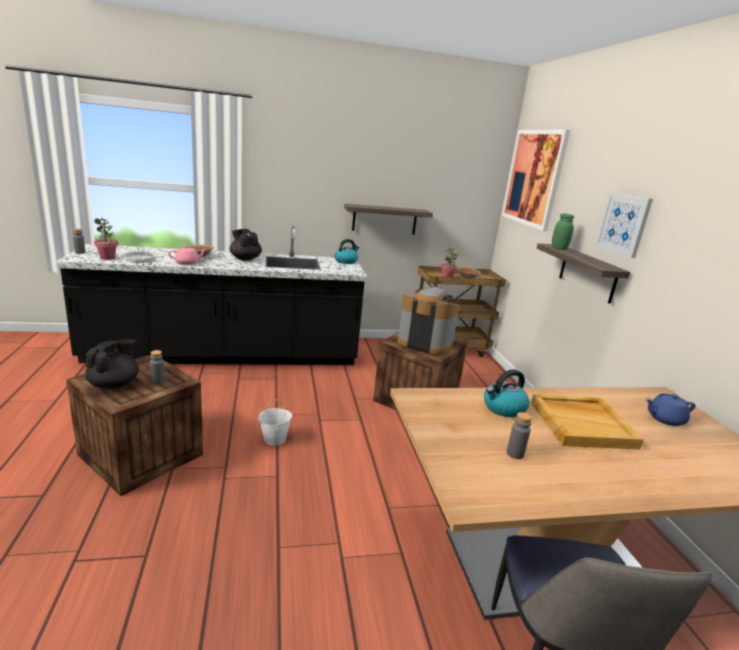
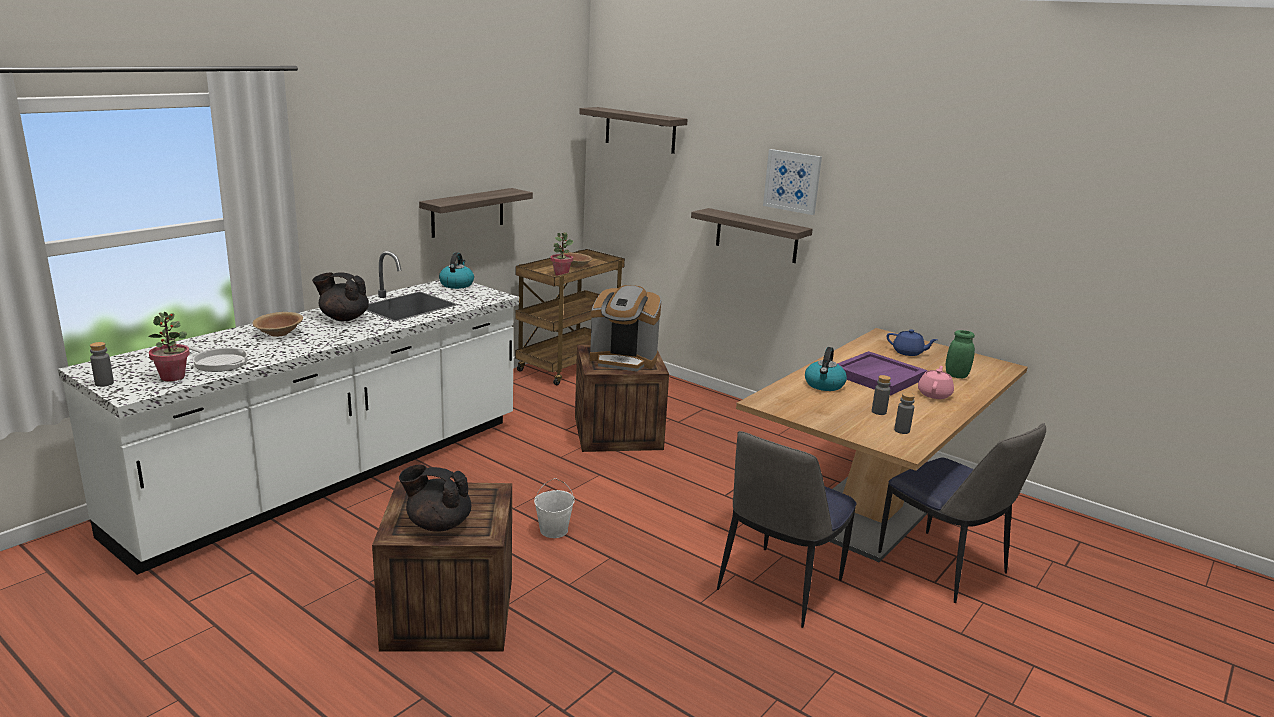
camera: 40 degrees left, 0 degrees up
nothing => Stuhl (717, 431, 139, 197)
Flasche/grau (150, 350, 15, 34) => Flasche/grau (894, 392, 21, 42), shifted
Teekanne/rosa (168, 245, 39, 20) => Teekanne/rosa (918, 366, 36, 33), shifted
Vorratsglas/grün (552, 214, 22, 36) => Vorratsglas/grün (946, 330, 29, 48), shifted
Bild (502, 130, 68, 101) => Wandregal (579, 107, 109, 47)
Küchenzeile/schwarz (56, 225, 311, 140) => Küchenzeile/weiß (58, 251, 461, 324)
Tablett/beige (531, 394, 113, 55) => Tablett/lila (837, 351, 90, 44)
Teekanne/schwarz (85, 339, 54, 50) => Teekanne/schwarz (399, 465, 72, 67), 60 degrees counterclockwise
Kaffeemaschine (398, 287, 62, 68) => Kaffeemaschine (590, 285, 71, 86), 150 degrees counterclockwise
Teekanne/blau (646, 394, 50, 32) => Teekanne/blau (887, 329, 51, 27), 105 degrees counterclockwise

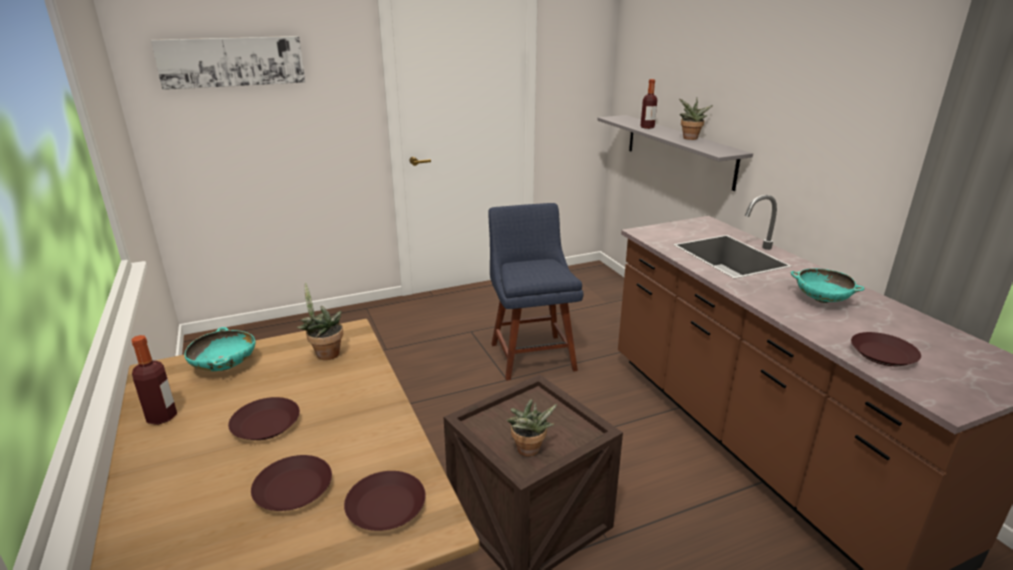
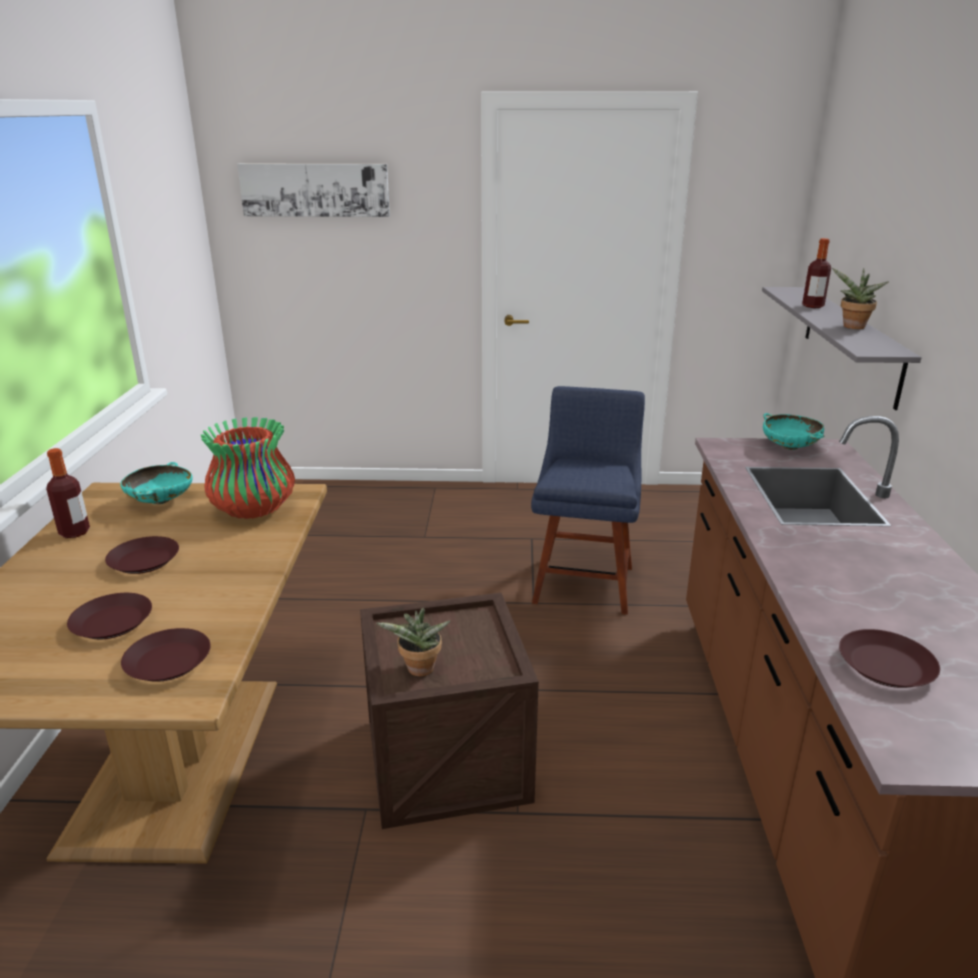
camera: 25 degrees right, 0 degrees up
Schüssel/türkis (790, 268, 75, 35) => Schüssel/türkis (763, 413, 61, 37), shifted
Topfpflanze (297, 282, 46, 78) => Vase (201, 417, 94, 102)

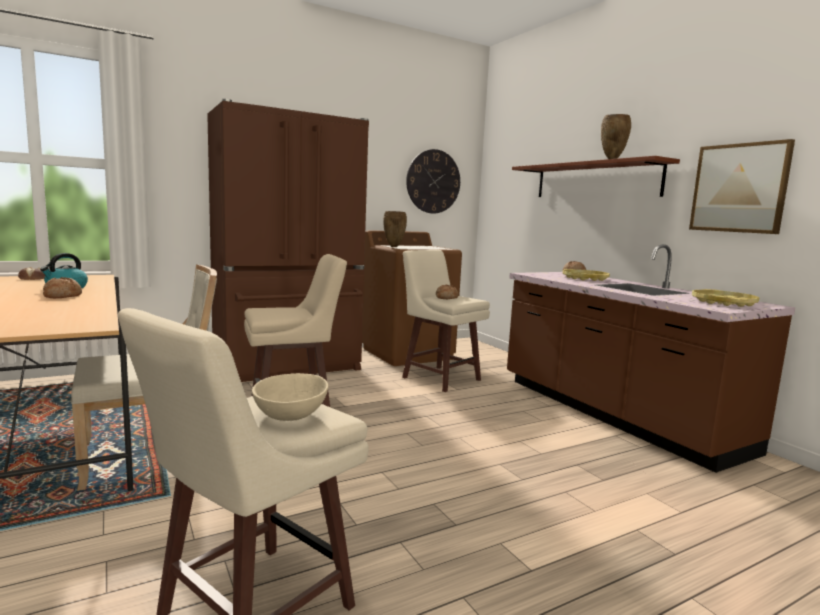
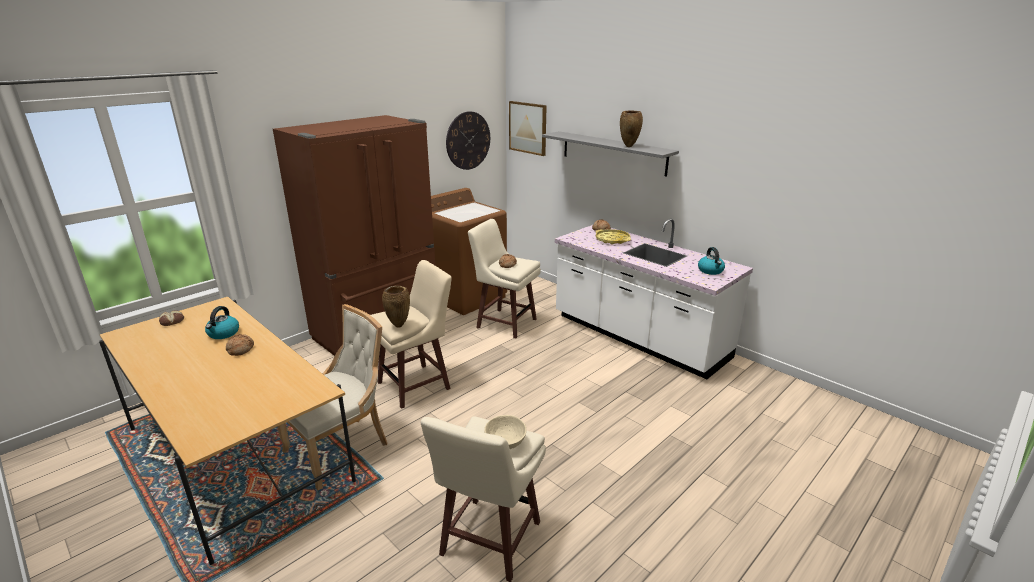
camera: 15 degrees left, 15 degrees up
Vase/braun (383, 211, 24, 36) => Vase/braun (382, 286, 28, 42), shifted
Bild (689, 139, 106, 95) => Bild (509, 101, 38, 55), shifted
Tablett/gelb (692, 289, 67, 18) => Wasserkessel (698, 247, 27, 28)
Küchenzeile/braun (507, 244, 288, 229) => Küchenzeile/weiß (555, 219, 198, 160)
Wandregal/braun (512, 156, 168, 41) => Wandregal/grau (542, 131, 137, 46)

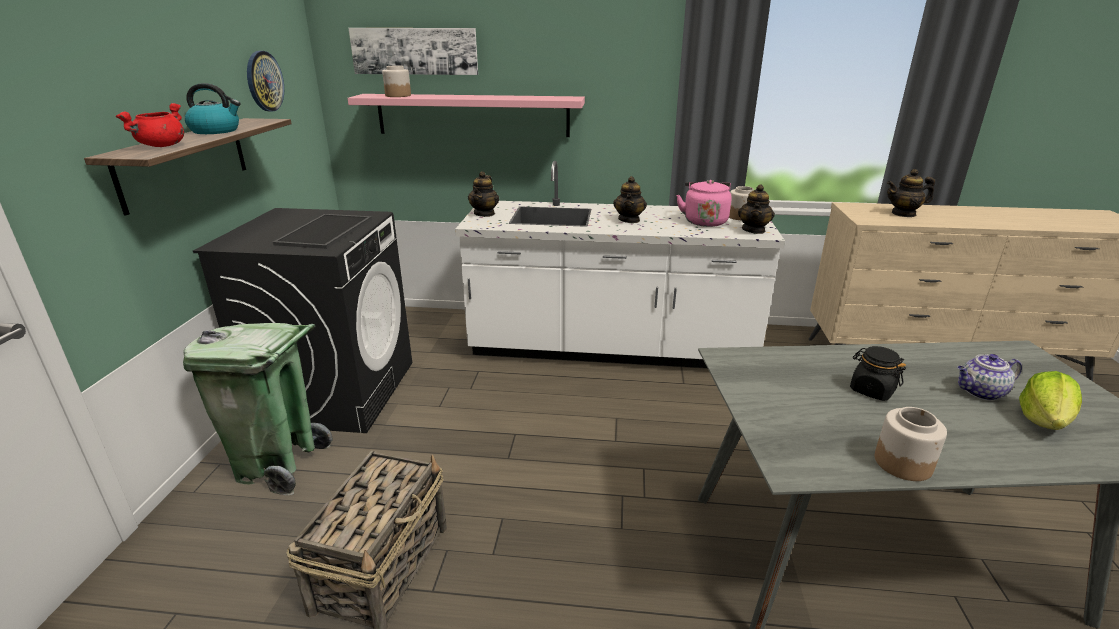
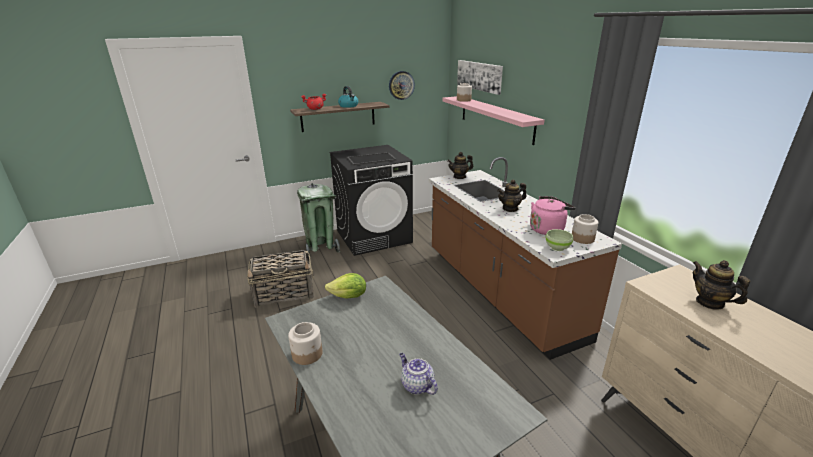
camera: 60 degrees right, 0 degrees up
Vorratsglas/schwarz (850, 346, 56, 55) => nothing
Salatkopf (1019, 371, 63, 59) => Salatkopf (325, 273, 41, 26), shifted
Teekanne (738, 184, 37, 50) => Schüssel/grün (545, 229, 28, 22)
Küchenzeile/weiß (455, 161, 330, 207) => Küchenzeile/braun (429, 157, 193, 203)

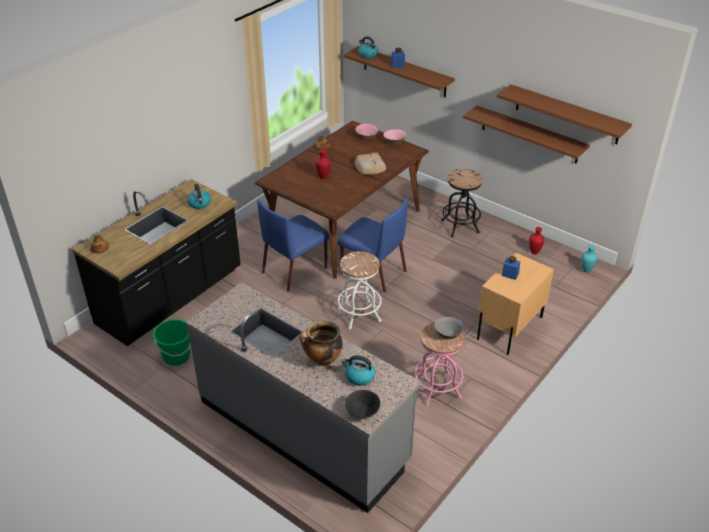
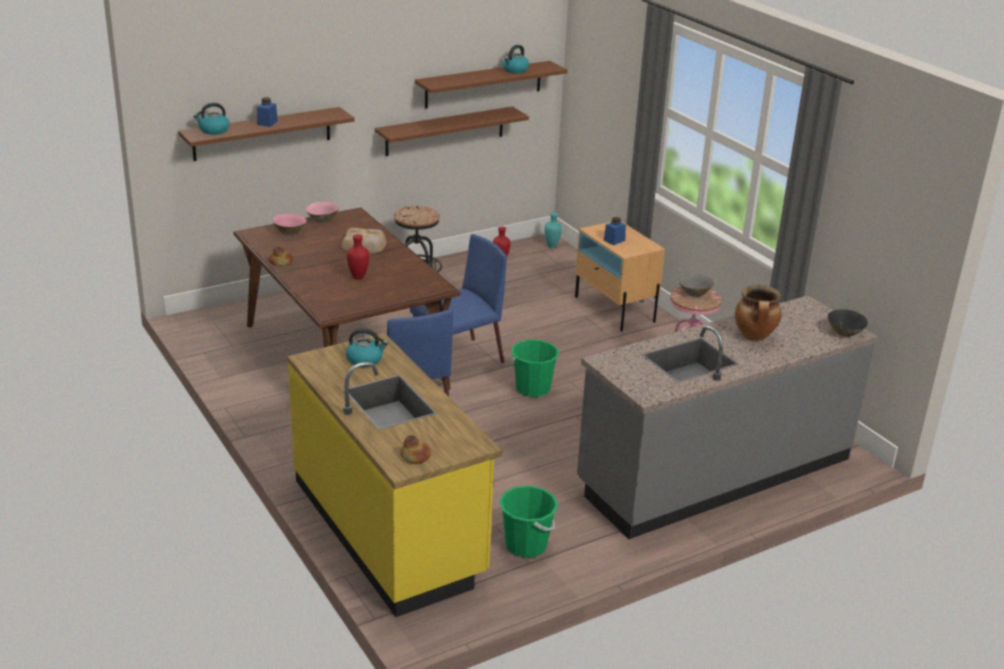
camera: 70 degrees left, 10 degrees down
Wasserkessel (342, 355, 33, 31) => Wasserkessel (503, 45, 26, 28), shifted
Hocker/weiß (338, 251, 44, 78) => Eimer/grün (510, 340, 49, 57)
Küchenzeile/schwarz (72, 179, 169, 167) => Küchenzeile/gelb (287, 333, 215, 284)

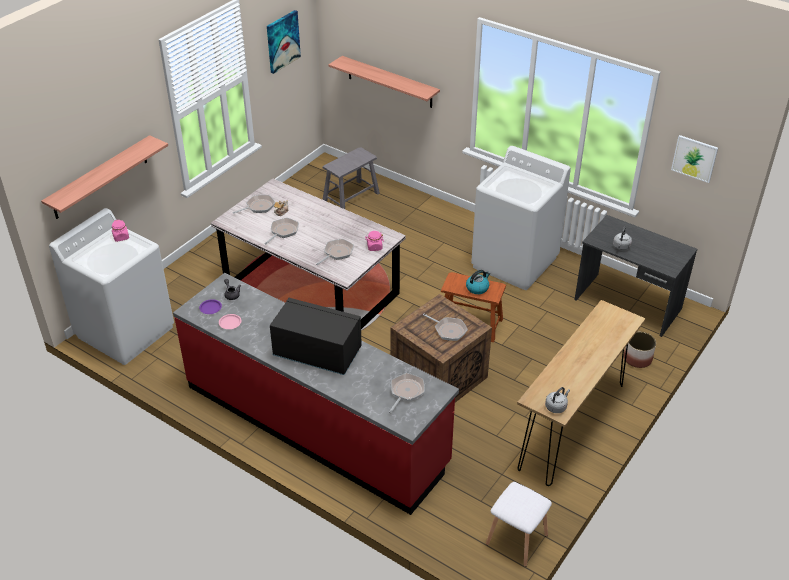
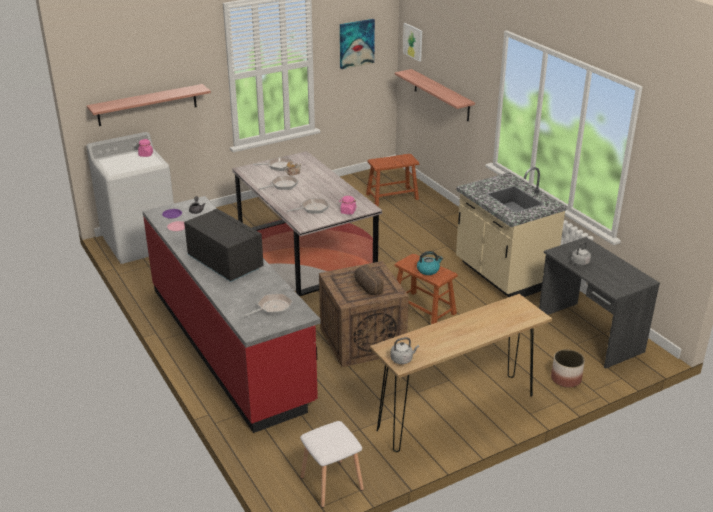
camera: 25 degrees right, 10 degrees down
Bild (671, 135, 47, 48) => Bild (403, 23, 19, 39), shifted
Pfanne (423, 314, 45, 27) => Brot (354, 265, 30, 30)
Waschmaschine/weiß (471, 146, 100, 144) => Küchenzeile/beige (456, 167, 111, 130)
Hocker/grau (322, 148, 58, 61) => Hocker/braun (366, 154, 53, 52)

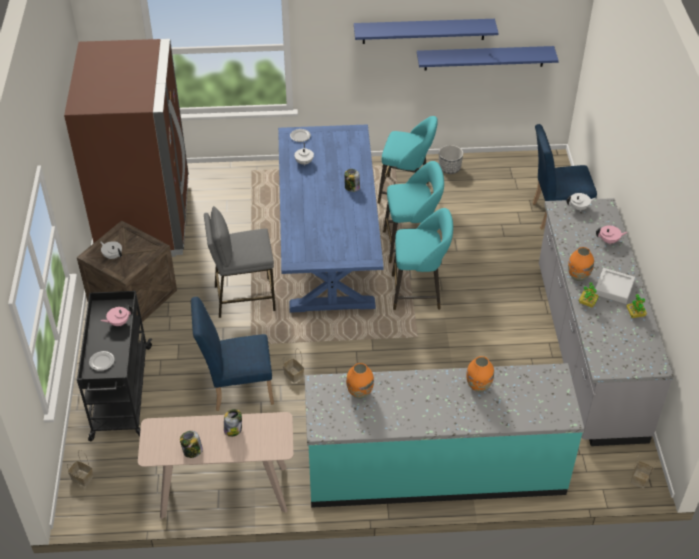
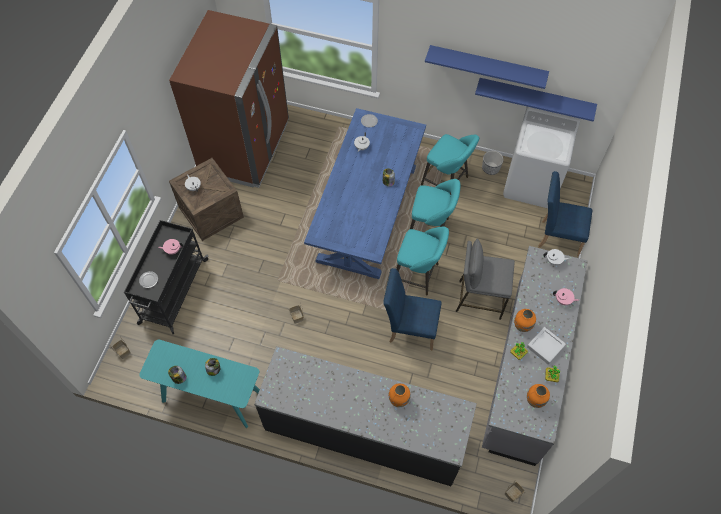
camera: 20 degrees right, 15 degrees up
nothing => Waschmaschine/weiß (503, 107, 78, 101)
Stuhl/blau (191, 297, 83, 114) => Stuhl/blau (383, 268, 59, 83), shifted
Hocker/grau (204, 206, 72, 112) => Hocker/grau (456, 239, 59, 81), shifted
Vase/orange (346, 363, 28, 36) => Vase/orange (527, 384, 23, 24), shifted
Konsolentisch/beige (138, 412, 155, 107) => Konsolentisch/türkis (139, 340, 121, 88)
Küchenzeile/türkis (305, 363, 280, 145) => Küchenzeile/schwarz (254, 346, 223, 140)

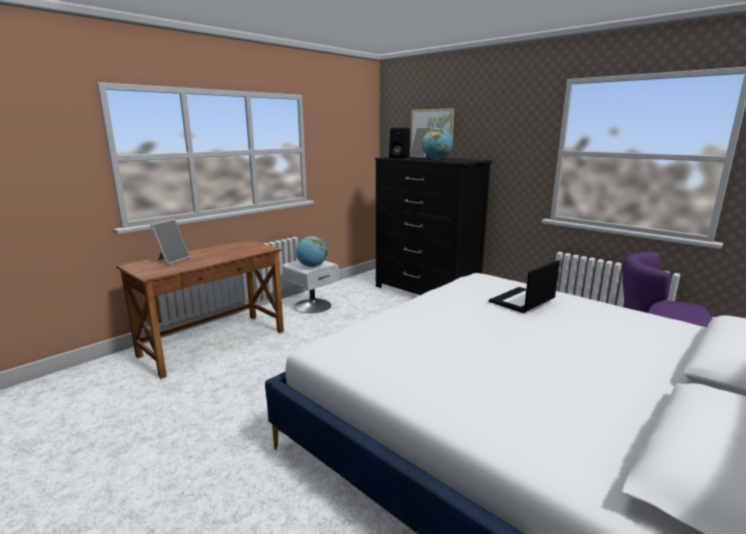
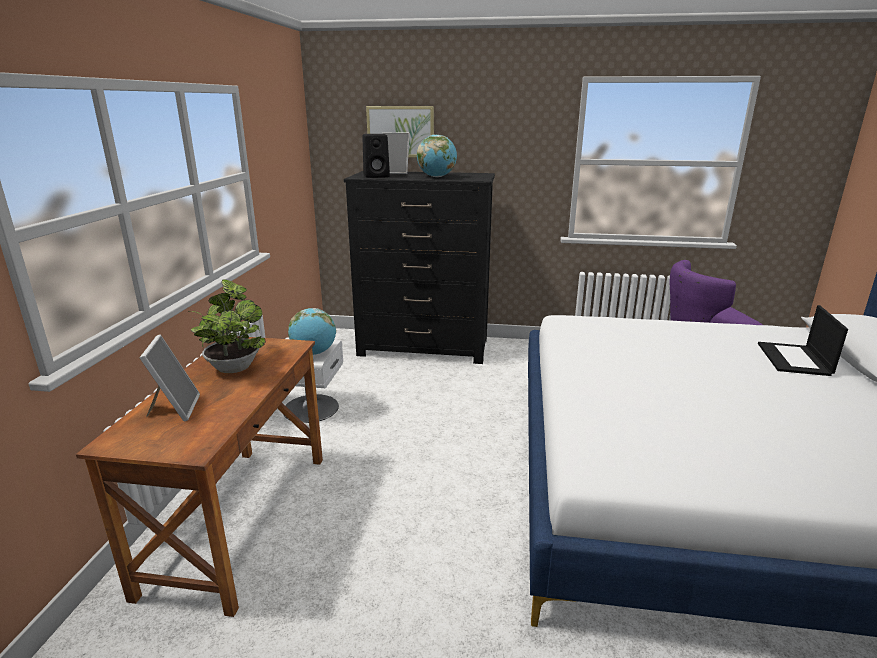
camera: 35 degrees left, 5 degrees up
nothing => Topfpflanze (188, 279, 77, 94)
Laptop (489, 260, 71, 53) => Laptop (758, 305, 90, 71), shifted

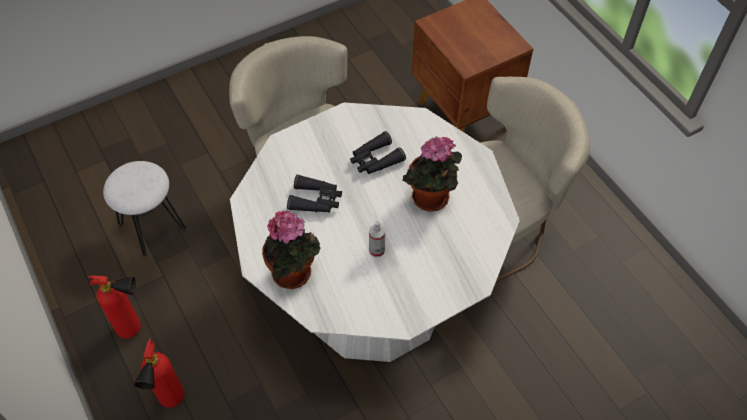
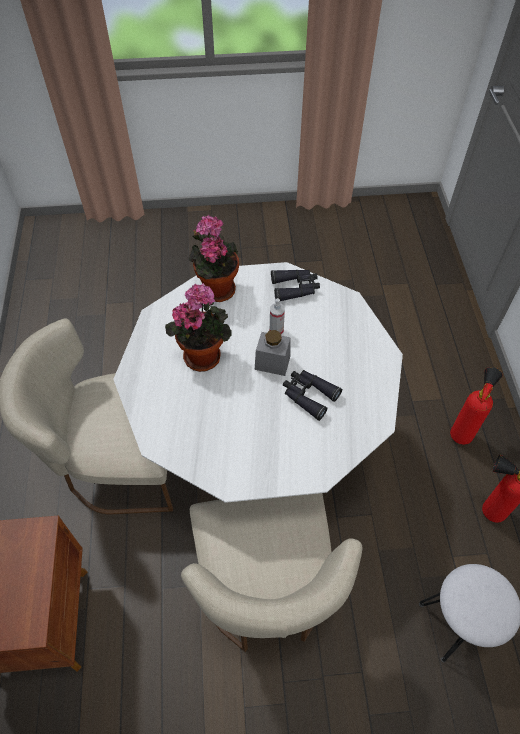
camera: 155 degrees left, 0 degrees up
nothing => Vorratsglas/grau (255, 330, 36, 46)
Topfpflanze (262, 210, 58, 79) => Topfpflanze (189, 215, 50, 87), shifted
Fernglas/schwarz (350, 131, 56, 43) => Fernglas/schwarz (271, 270, 49, 31), shifted

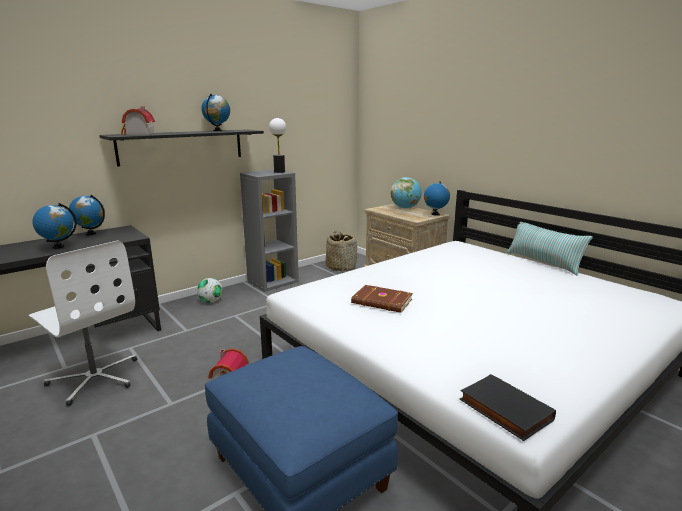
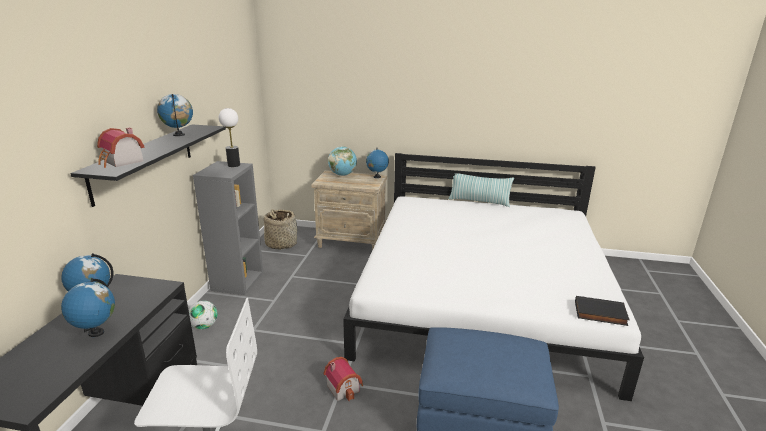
camera: 40 degrees left, 5 degrees up
Buch/braun (351, 285, 62, 28) => nothing

